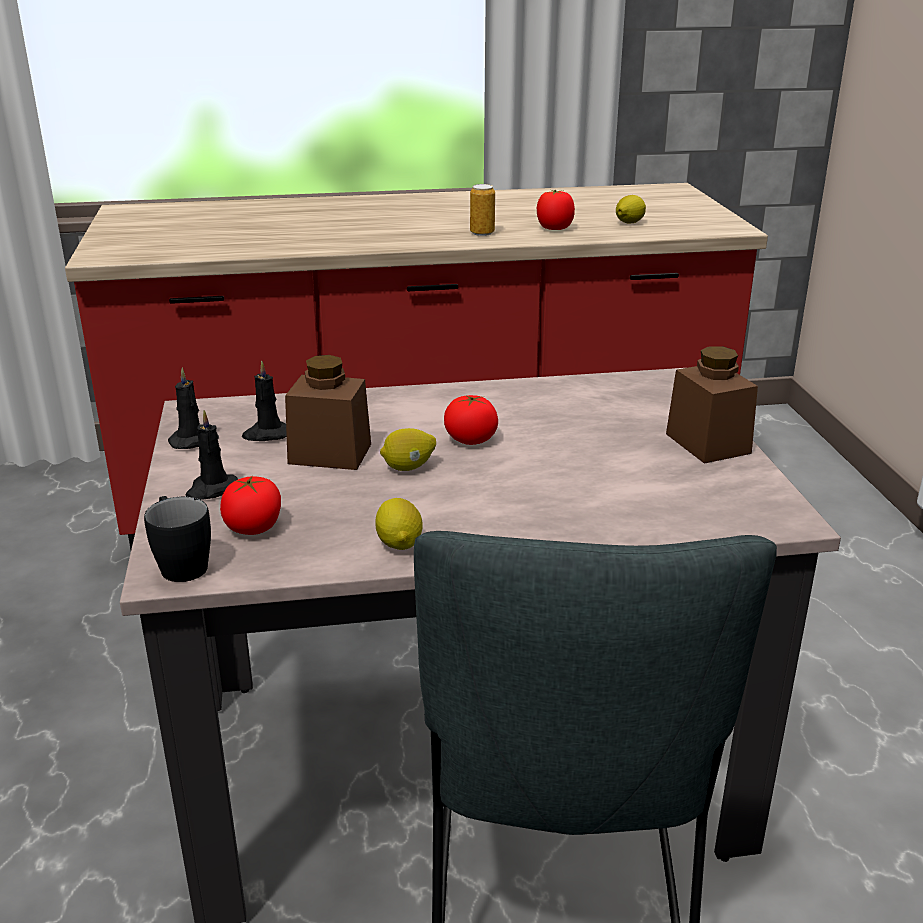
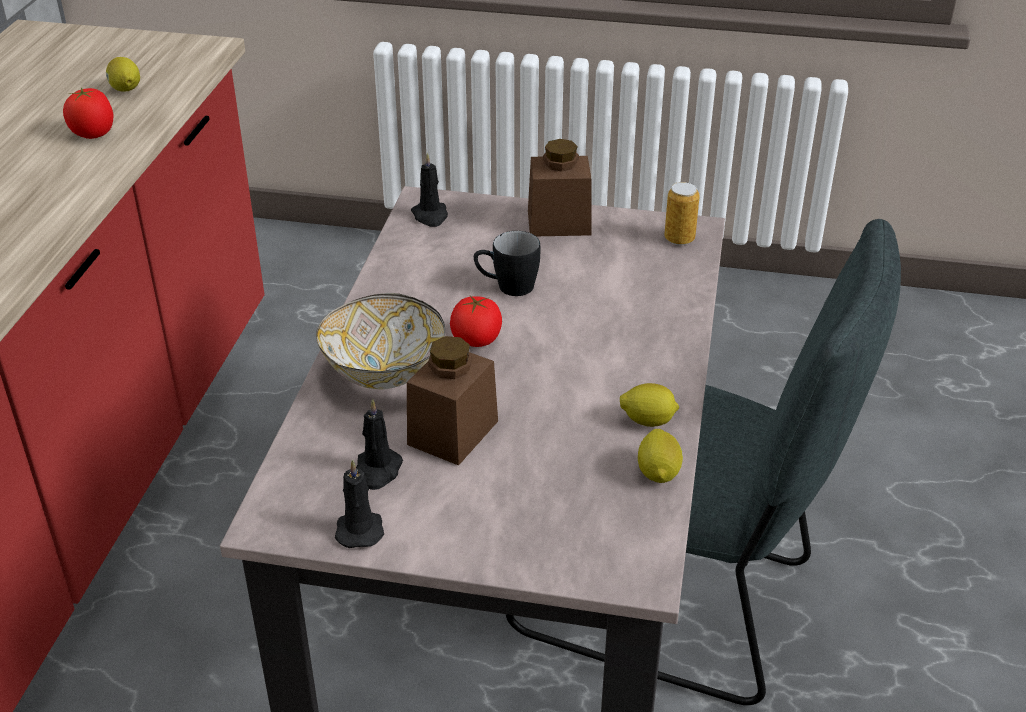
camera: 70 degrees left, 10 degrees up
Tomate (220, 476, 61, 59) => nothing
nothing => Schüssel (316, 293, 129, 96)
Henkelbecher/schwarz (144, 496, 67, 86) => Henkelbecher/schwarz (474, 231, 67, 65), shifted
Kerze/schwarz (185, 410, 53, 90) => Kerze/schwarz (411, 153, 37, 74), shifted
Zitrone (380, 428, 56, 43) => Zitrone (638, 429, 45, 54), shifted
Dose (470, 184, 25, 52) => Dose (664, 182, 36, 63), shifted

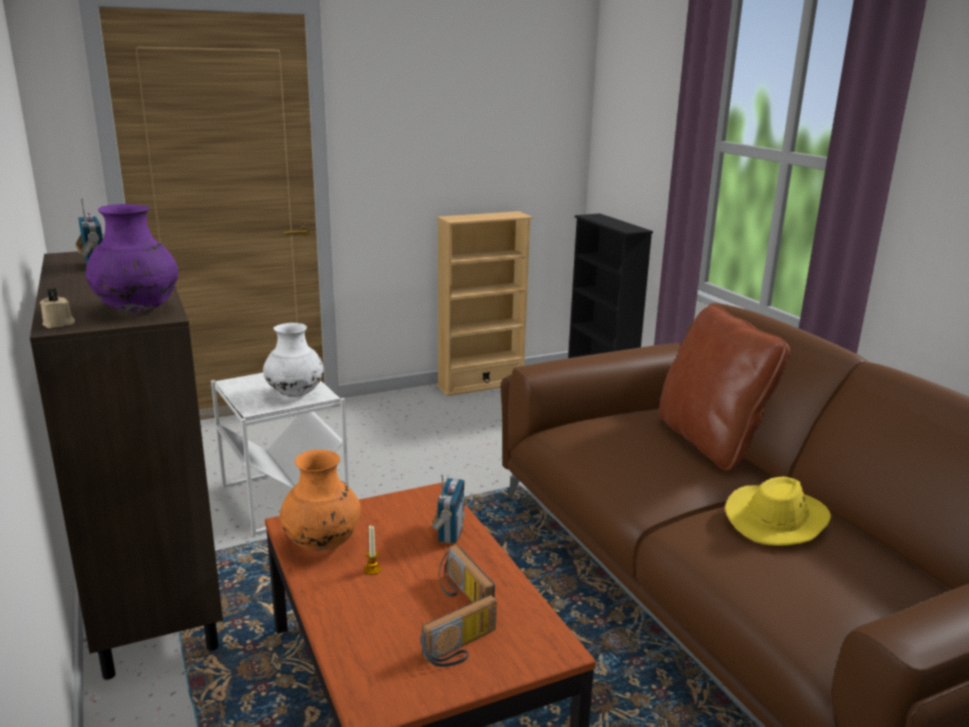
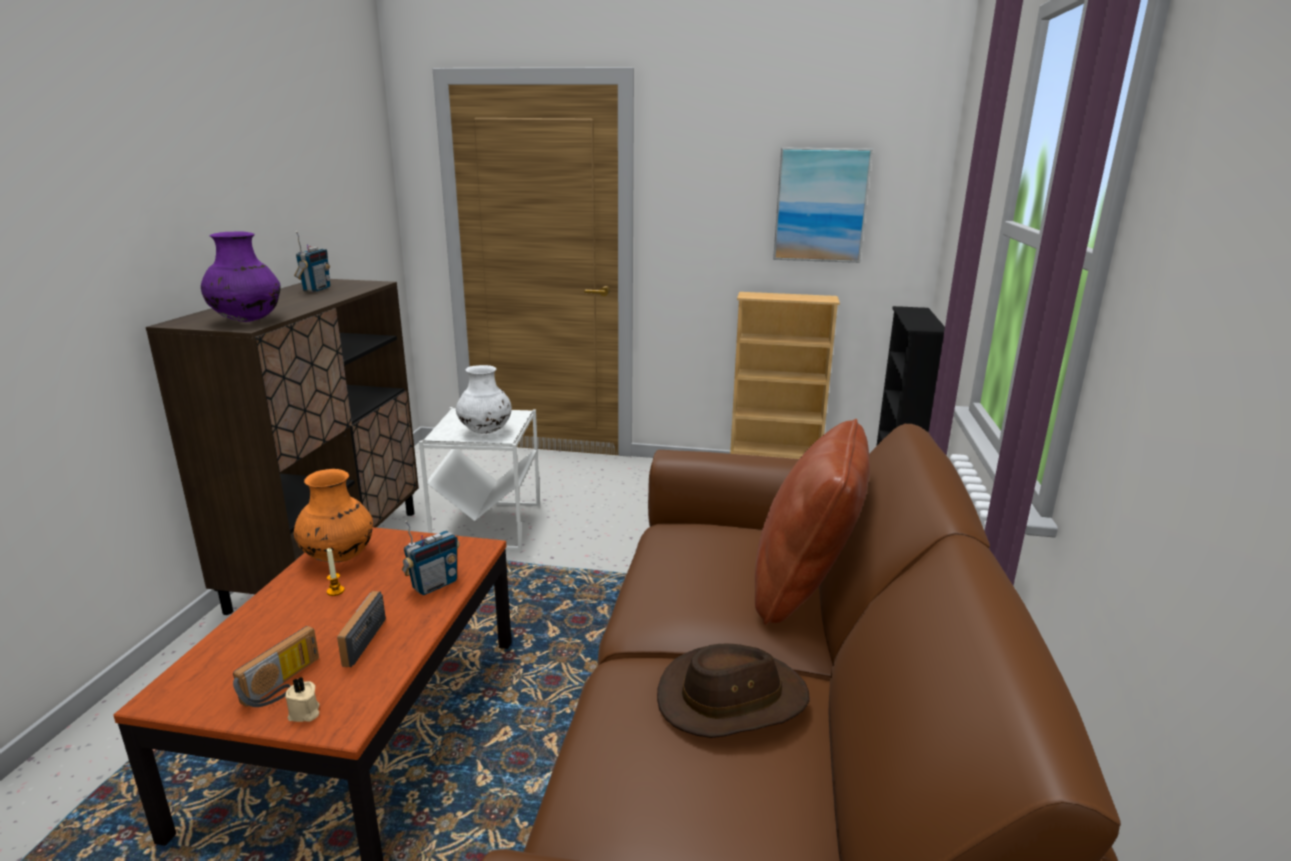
camera: 35 degrees right, 0 degrees up
nothing => Bild (773, 147, 100, 116)
Kerze/beige (40, 288, 35, 40) => Kerze/beige (285, 677, 35, 45), shifted
Hut/gelb (725, 476, 107, 70) => Hut/braun (657, 644, 153, 94)
Radio (421, 595, 76, 72) => Radio (233, 626, 86, 81), 60 degrees counterclockwise

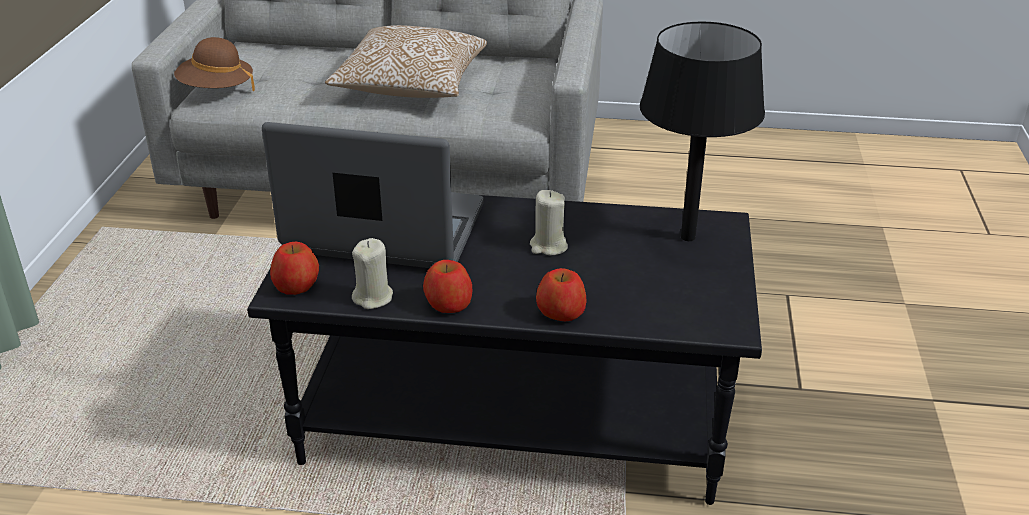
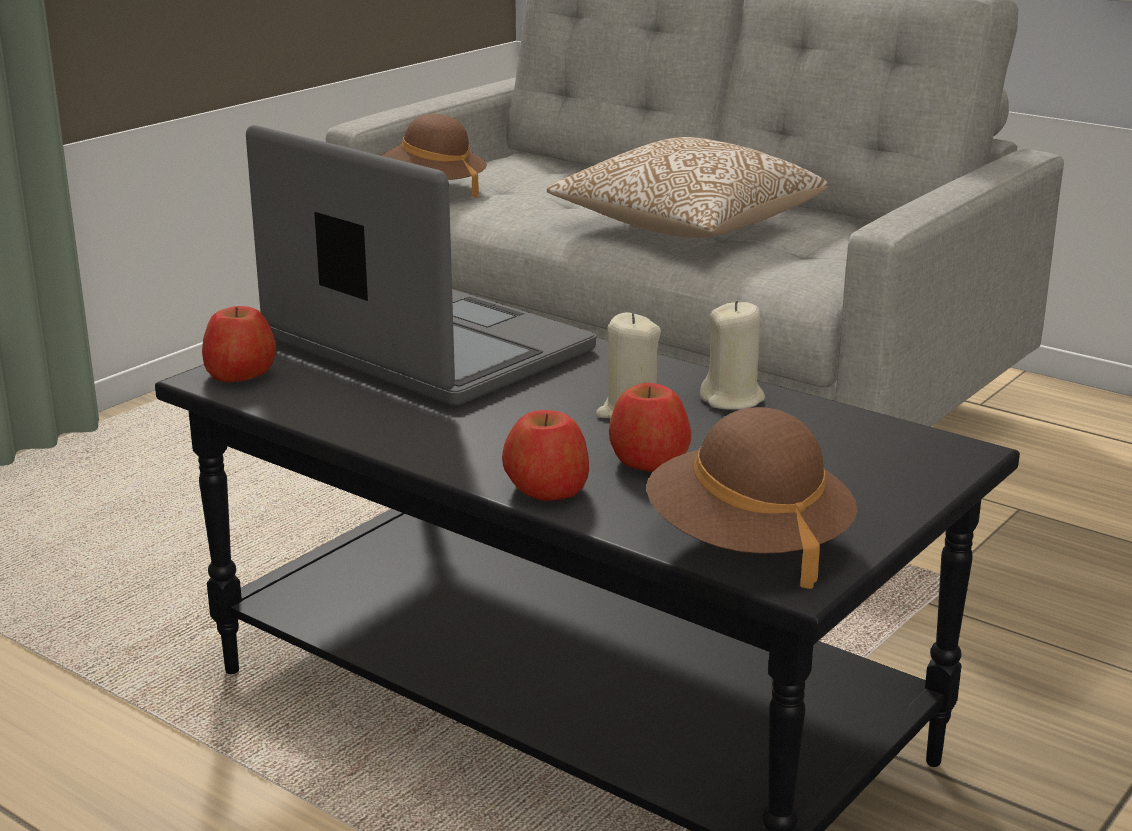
camera: 30 degrees right, 10 degrees down
Tischlampe/schwarz (640, 22, 125, 219) => nothing
nothing => Hut/braun (647, 407, 210, 182)
Kerze/beige (352, 238, 41, 71) => Kerze/beige (700, 301, 65, 109), shifted
Apfel (423, 260, 49, 53) => Apfel (609, 383, 82, 89), shifted

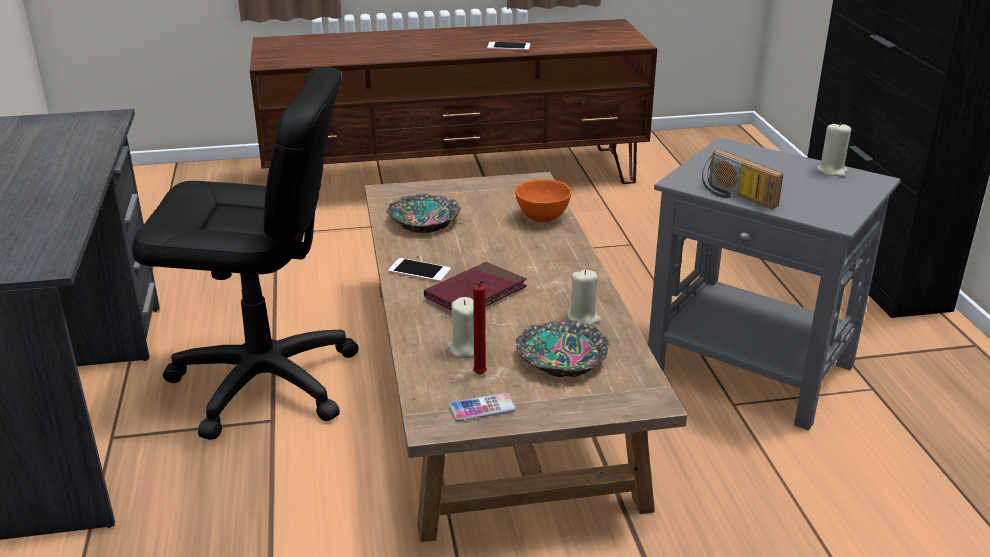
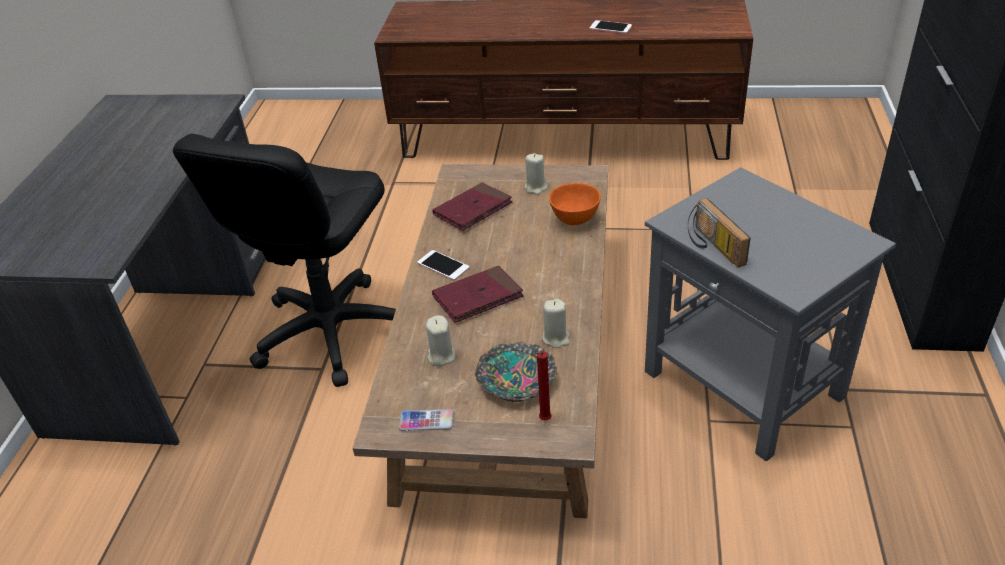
camera: 20 degrees right, 10 degrees up
Kerze/rot (473, 282, 14, 92) => Kerze/rot (535, 351, 17, 70), shifted
Kerze/beige (817, 122, 34, 55) => Kerze/beige (525, 153, 23, 42), shifted
Schüssel (386, 193, 75, 40) => Buch/rot (432, 183, 80, 48)
Bürostuhl/schwarz (132, 67, 227, 373) => Bürostuhl/schwarz (173, 134, 223, 253), 90 degrees clockwise

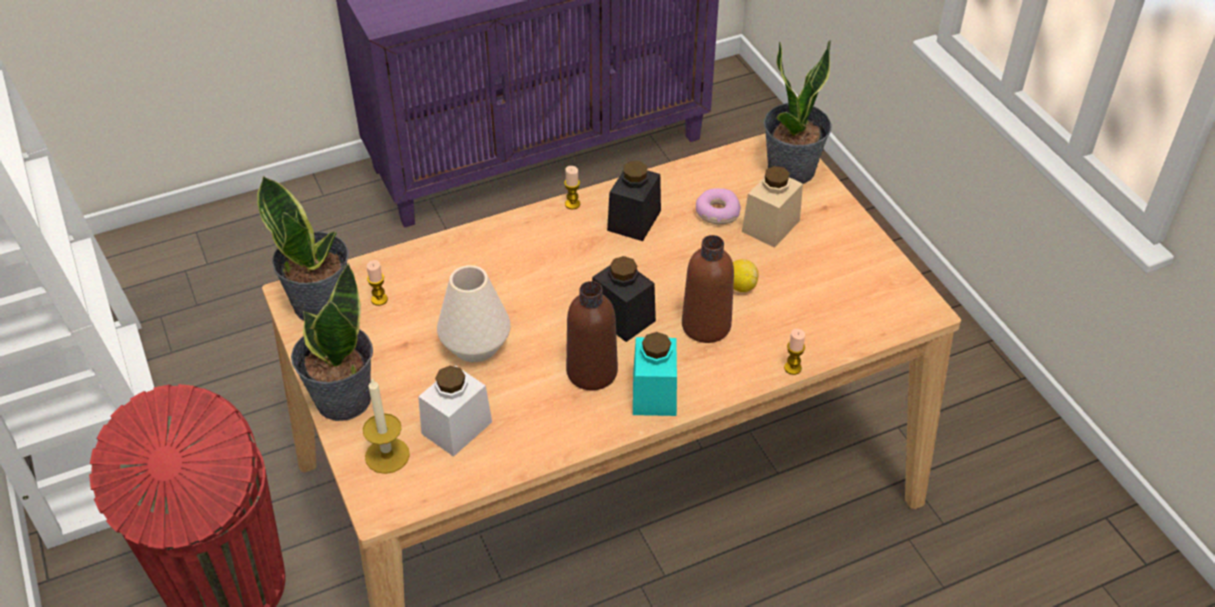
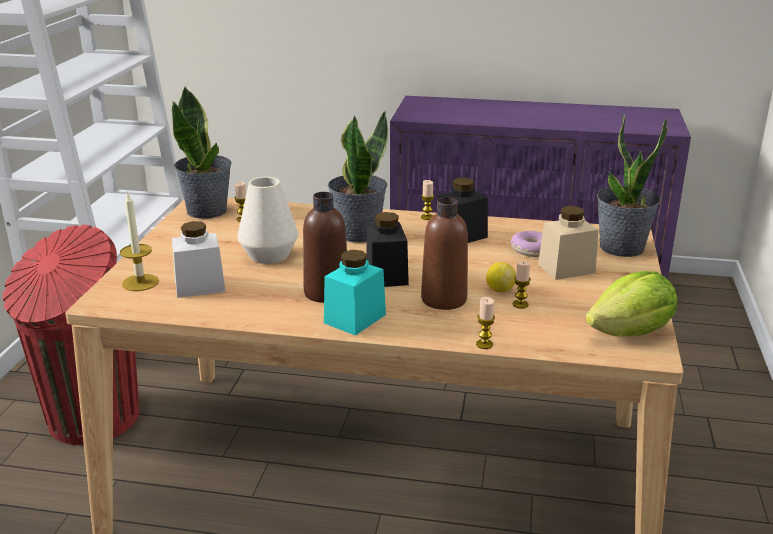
camera: 35 degrees right, 20 degrees down
nothing => Kerze (513, 261, 18, 48)
nothing => Salatkopf (586, 271, 91, 65)
Topfpflanze (291, 263, 82, 158) => Topfpflanze (327, 111, 61, 132), shifted

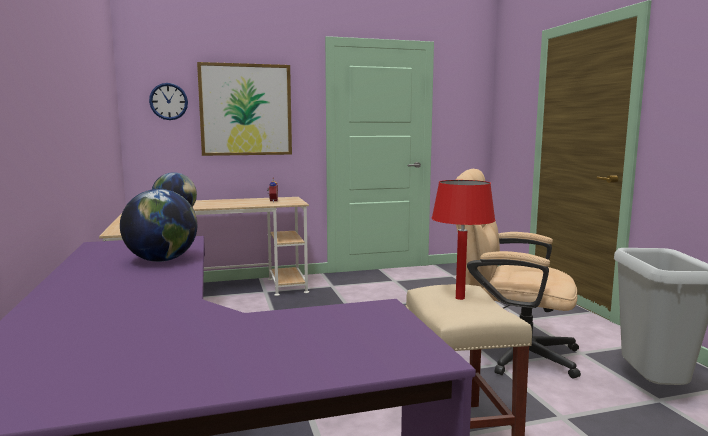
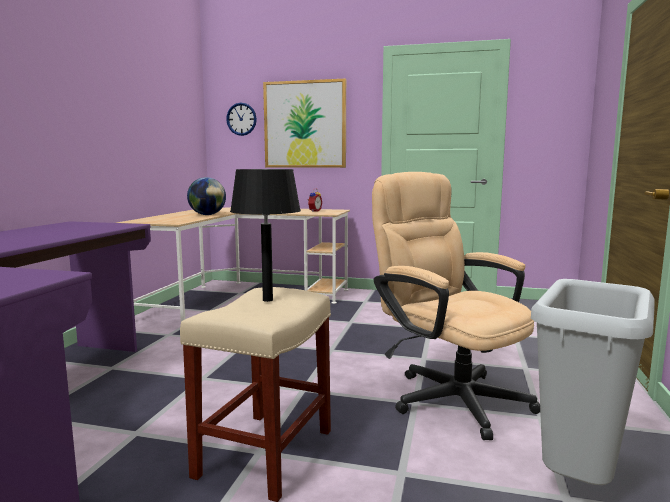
camera: 30 degrees right, 0 degrees up
Globus (120, 189, 77, 73) => nothing
Tischlampe/rot (432, 180, 64, 120) => Tischlampe/schwarz (230, 169, 71, 133)

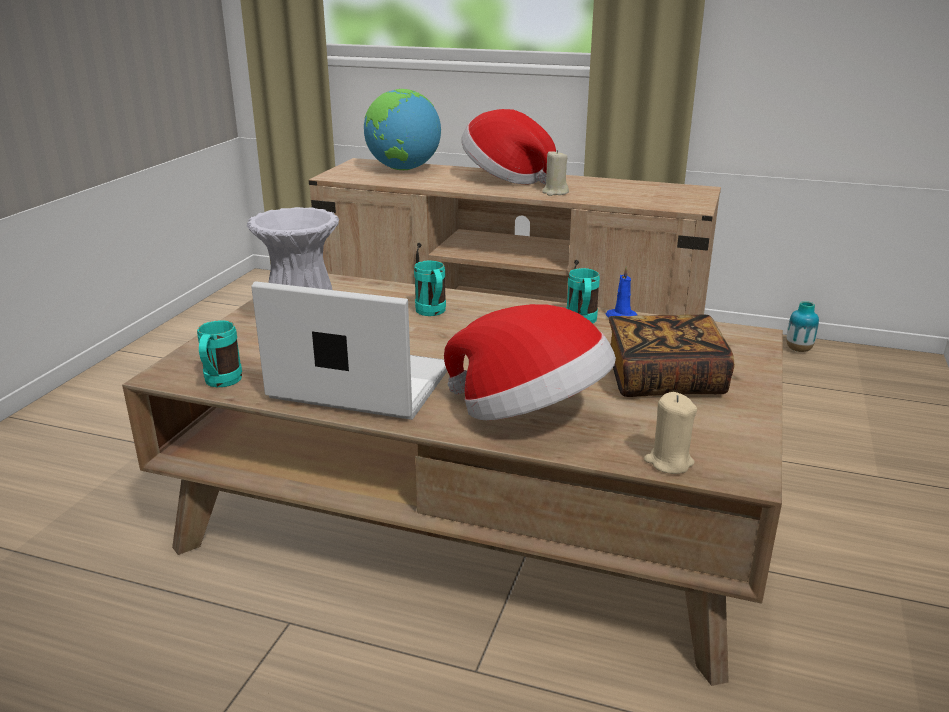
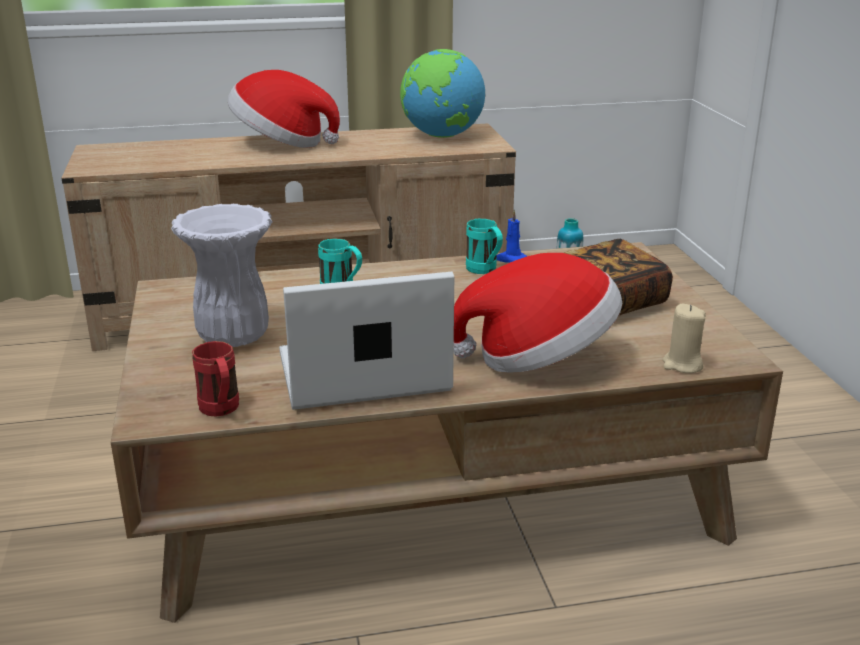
camera: 30 degrees left, 0 degrees up
Kerze/beige (542, 150, 27, 46) => nothing
Globus (364, 89, 77, 81) => Globus (400, 49, 85, 89), shifted
Henkelbecher/türkis (197, 320, 45, 67) => Henkelbecher/rot (192, 341, 47, 75)

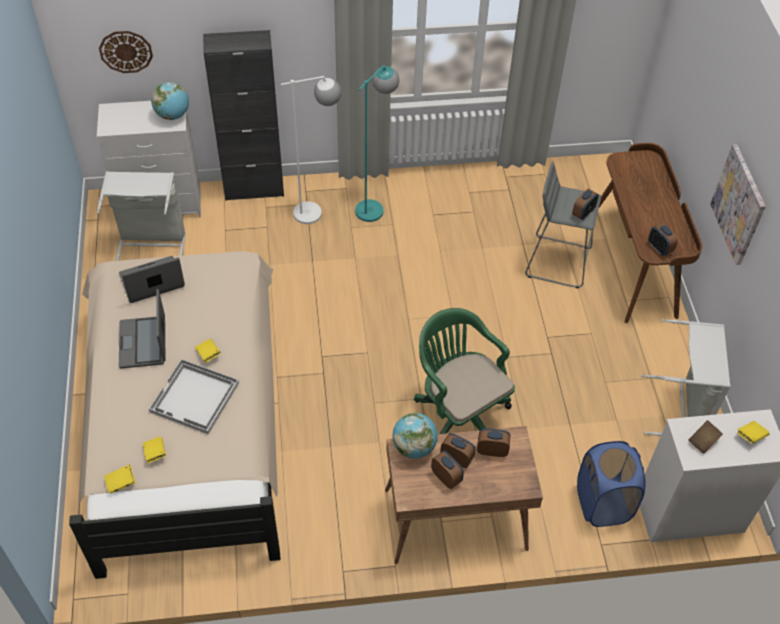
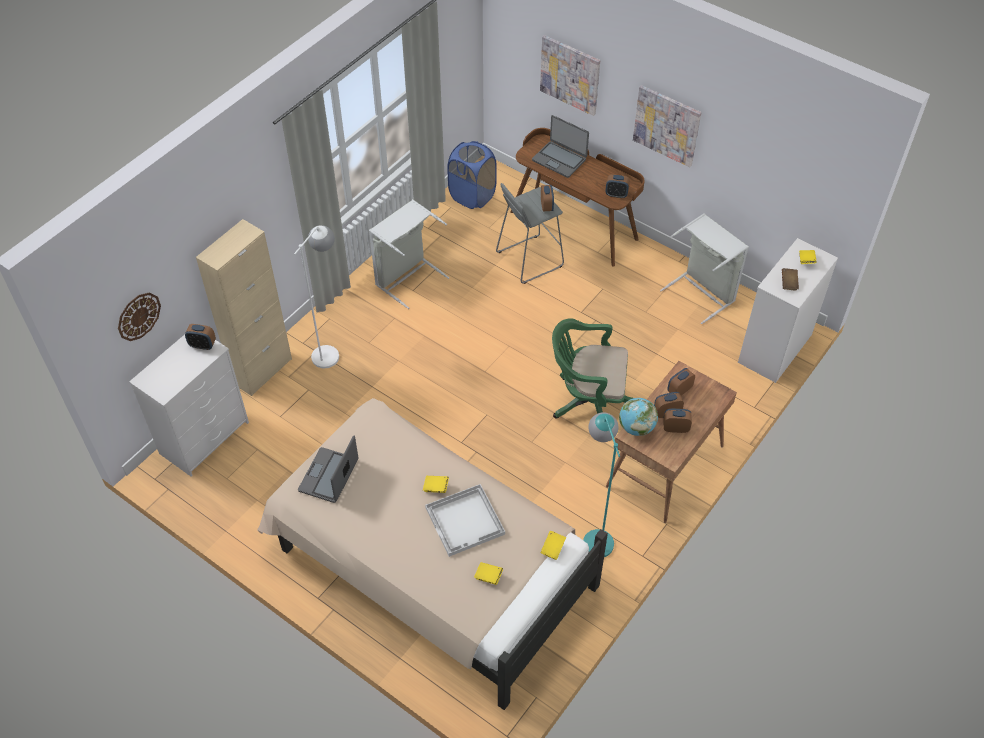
camera: 45 degrees left, 0 degrees up
nothing => Bild (540, 35, 60, 81)
Wäschekorb/grau (97, 171, 89, 90) => Wäschekorb/grau (369, 199, 80, 110), shifted
Buch/gelb (104, 465, 31, 28) => Buch/gelb (540, 531, 26, 29), shifted
Laptop (119, 289, 46, 80) => Laptop (532, 115, 57, 63), shifted
Stehlampe/türkis (355, 65, 44, 157) => Stehlampe/türkis (583, 412, 37, 145), shifted
Wäschekorb/blau (577, 441, 68, 86) => Wäschekorb/blau (447, 141, 50, 68), shifted
Globus (151, 82, 38, 38) => Wecker (185, 324, 31, 26)
Schrank/schwarz (203, 30, 81, 171) => Schrank/beige (196, 219, 96, 177)

